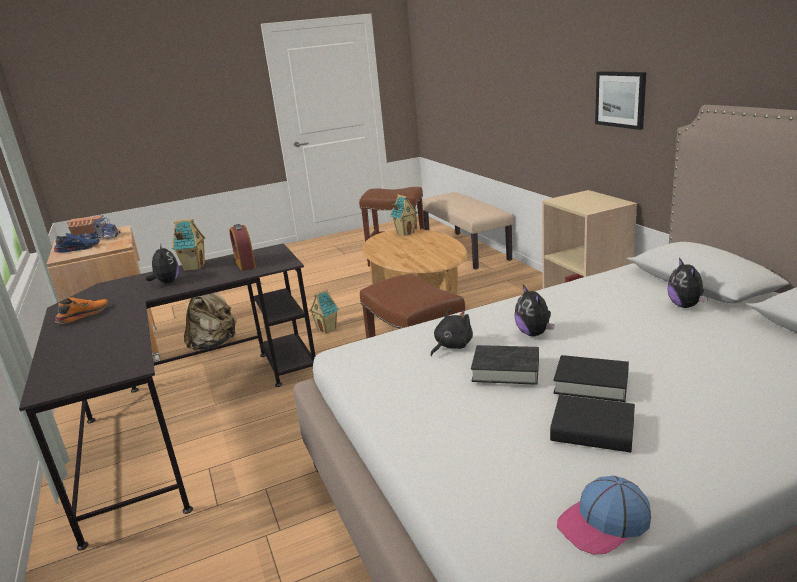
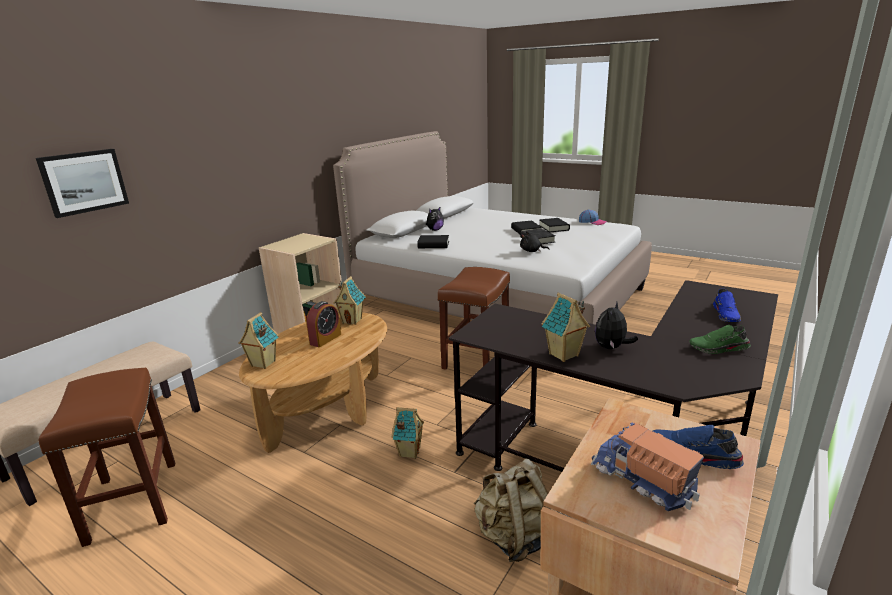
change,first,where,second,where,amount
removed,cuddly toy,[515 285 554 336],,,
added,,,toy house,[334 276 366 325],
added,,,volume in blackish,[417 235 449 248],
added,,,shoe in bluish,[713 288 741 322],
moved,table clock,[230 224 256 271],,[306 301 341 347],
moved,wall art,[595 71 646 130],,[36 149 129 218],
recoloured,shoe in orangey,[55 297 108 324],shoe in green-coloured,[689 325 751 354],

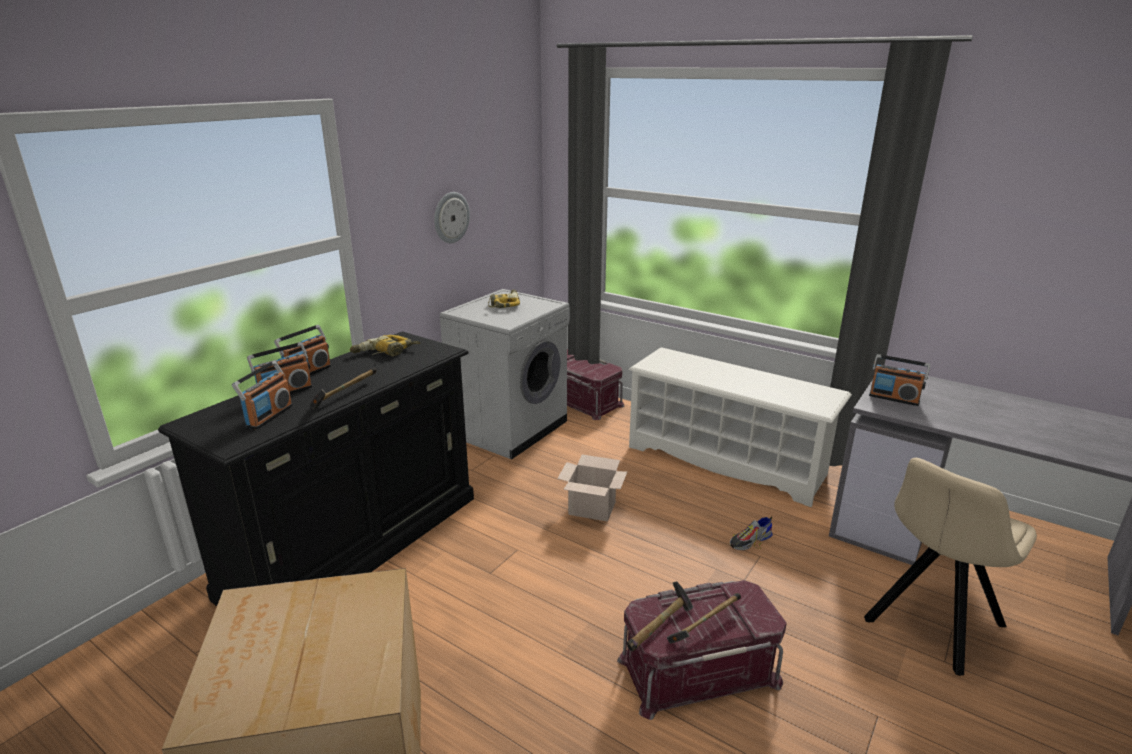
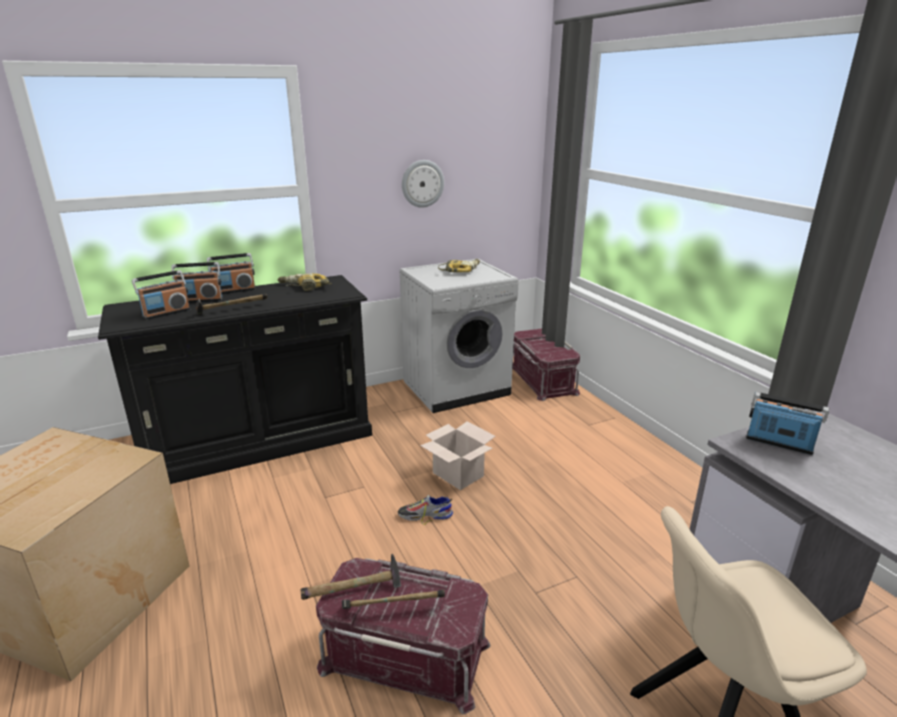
change,first,where,second,where,amount
removed,shoe rack in white-coloured,[628 347 852 507],,,
moved,shoe,[730 517 773 550],,[398 495 453 525],
turned,radio receiver,[869 354 930 406],,[746 392 830 455],150 degrees clockwise

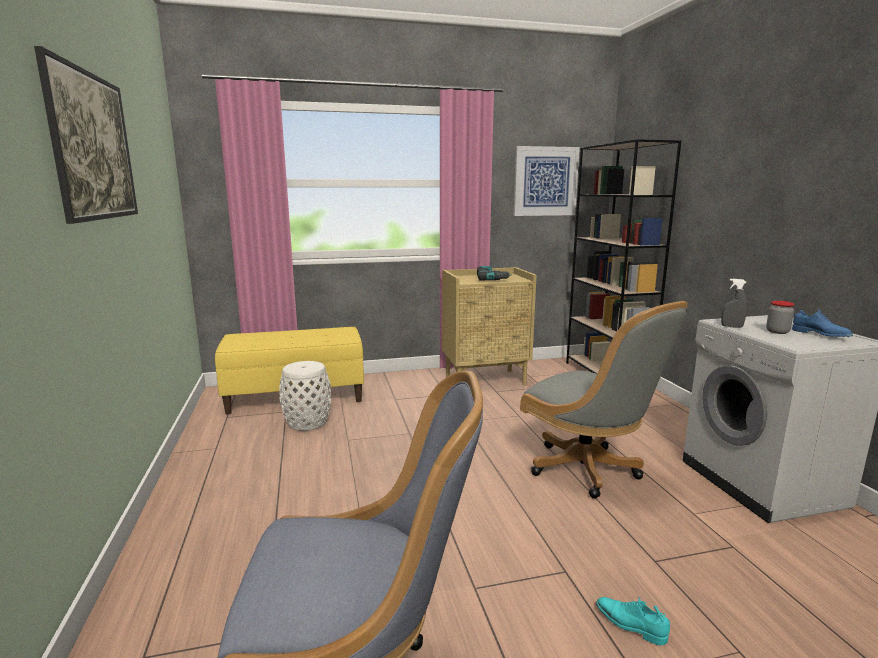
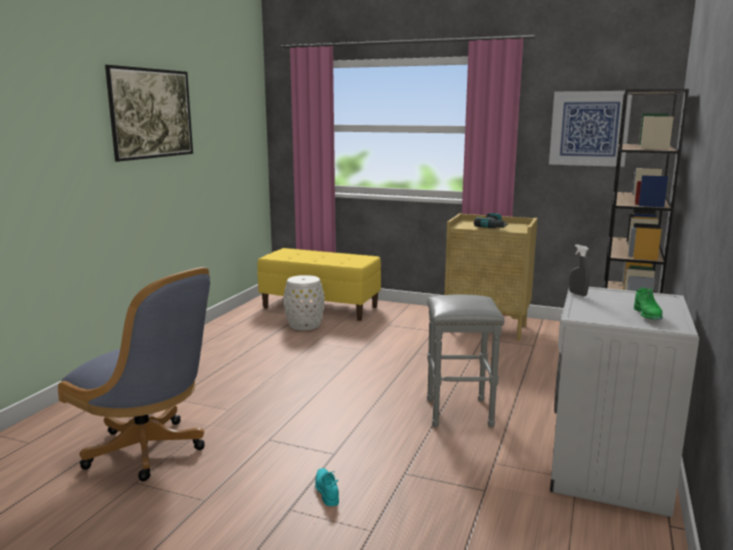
change,first,where,second,where,amount
removed,storage jar,[766 301 794 334],,,
replaced,desk chair in greyish,[520 301 688 499],stool seat in greyish,[427 294 504 427],
recoloured,shoe in bluish,[792 309 853 337],shoe in green-coloured,[634 287 663 320],

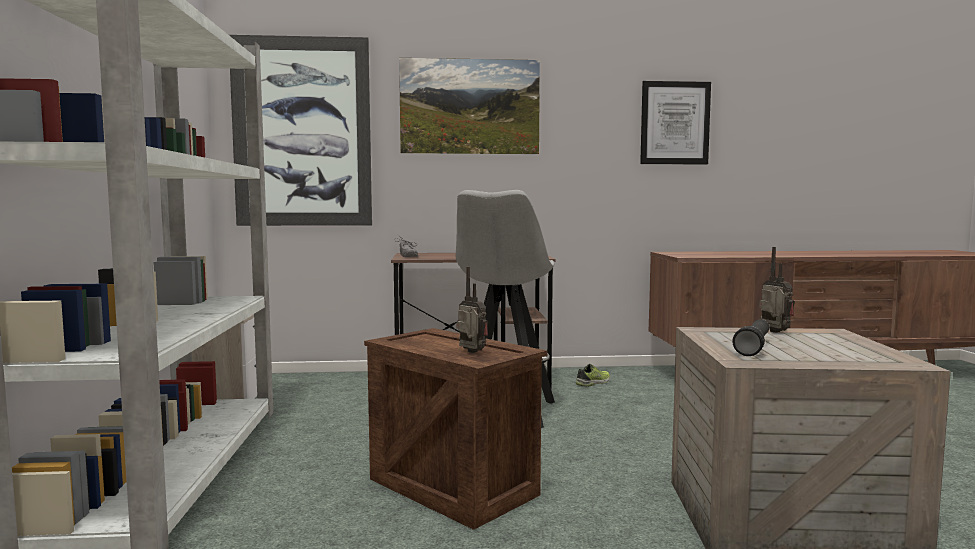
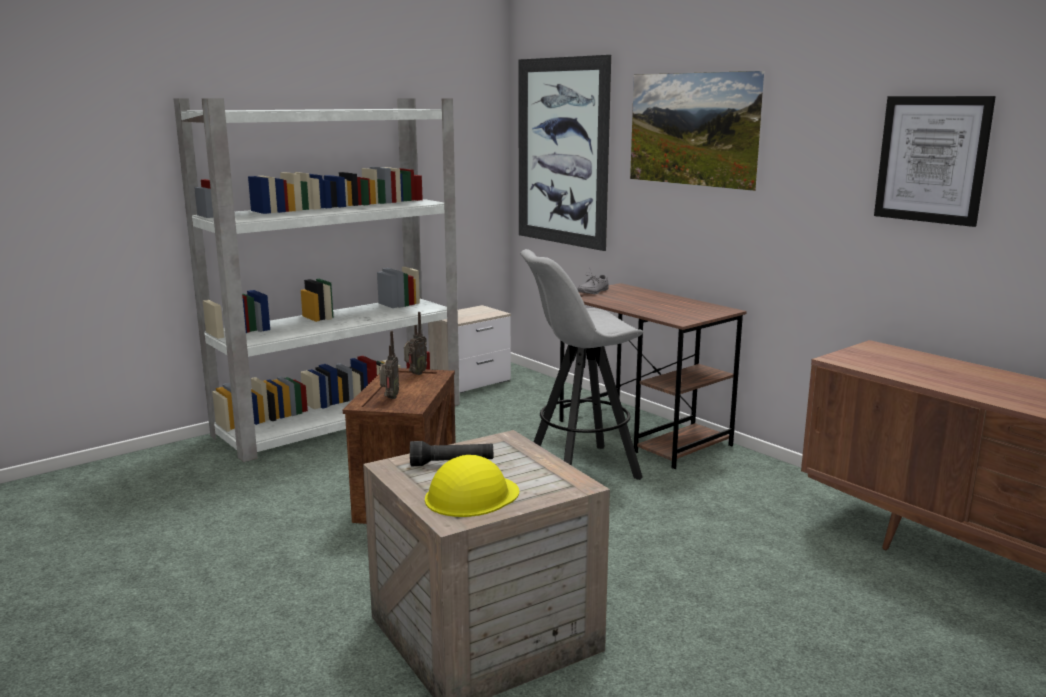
change,first,where,second,where,amount
removed,shoe,[576 364 610 387],,,
added,,,hard hat in yellow-coloured,[425 455 519 517],
moved,radio receiver,[759 247 795 333],,[404 312 427 375],

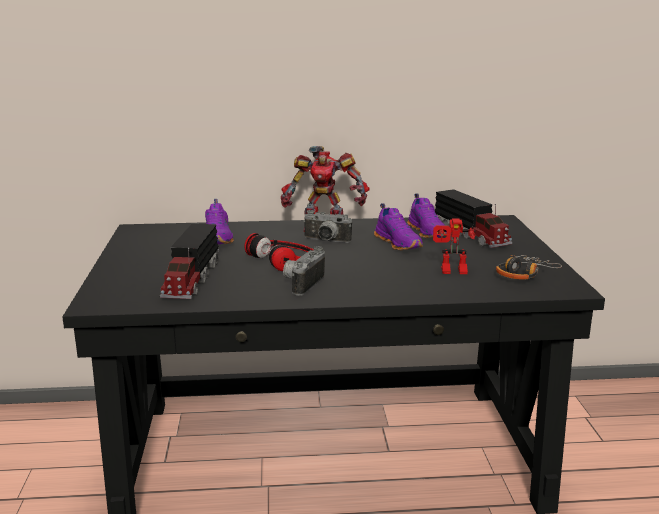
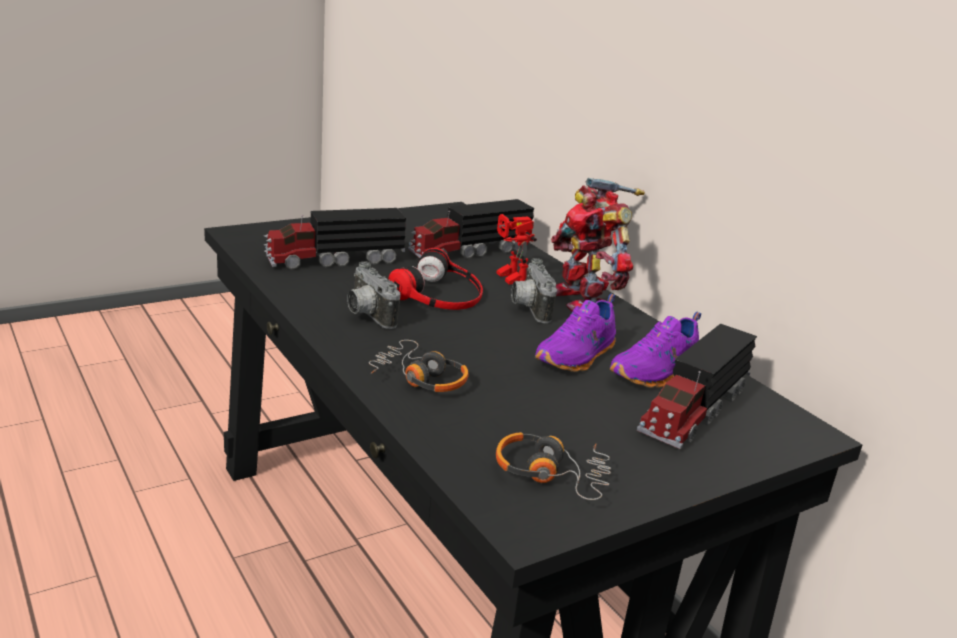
change,first,where,second,where,amount
added,,,pair of headphones,[369 340 469 392],
moved,model robot,[433 218 476 274],,[497 214 537 285],
replaced,shoe in purple-coloured,[205 199 234 244],toy lorry,[408 199 534 259],
turned,photo camera,[283 246 325 296],,[347 261 401 329],120 degrees counterclockwise

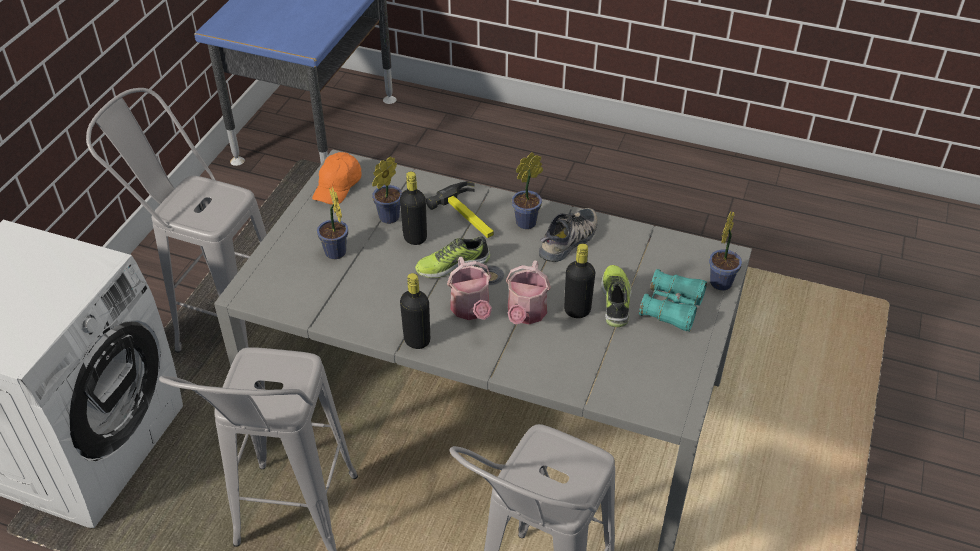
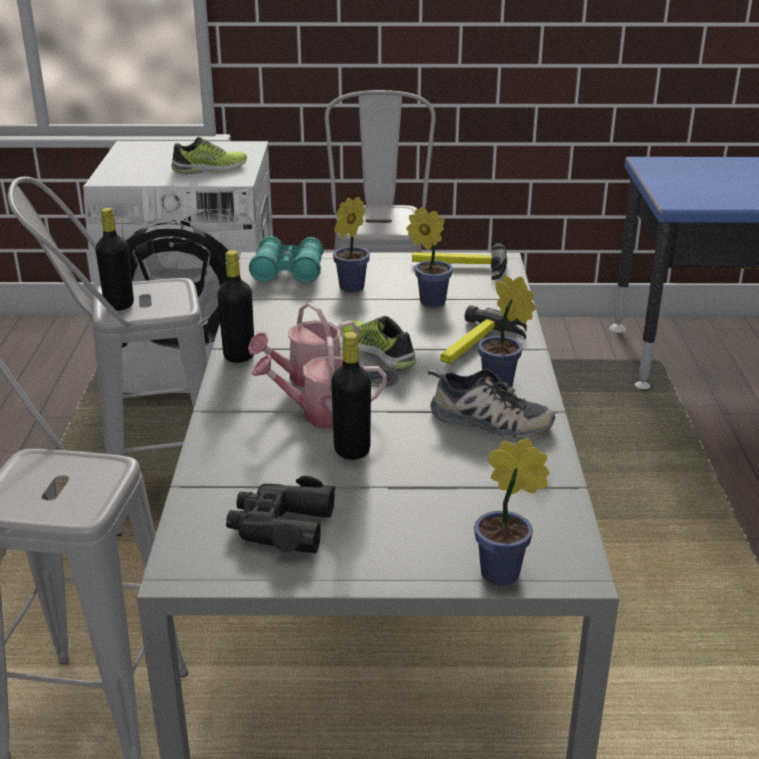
change,first,where,second,where,amount
added,,,binoculars in blackish,[226 476 336 553],
moved,beverage bottle in blackish,[400 172 427 245],,[95 208 134 311],
moved,shoe,[601 265 631 327],,[171 137 247 174],
moved,binoculars in blue-green,[639 269 707 331],,[249 236 324 283],
replaced,peaked cap in orangey,[312 152 361 205],hand hammer,[412 243 507 280],

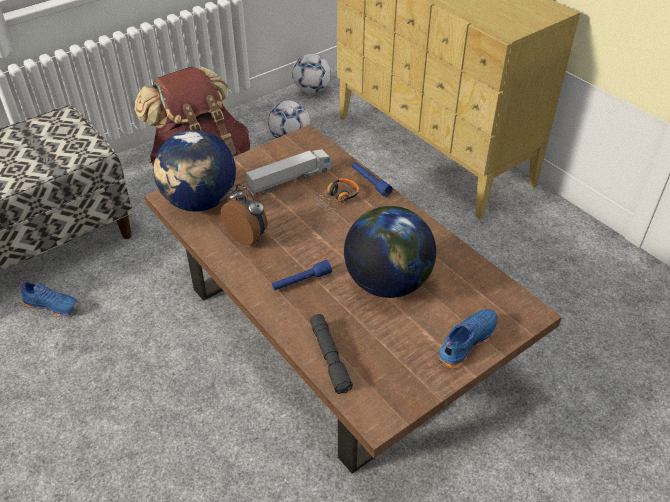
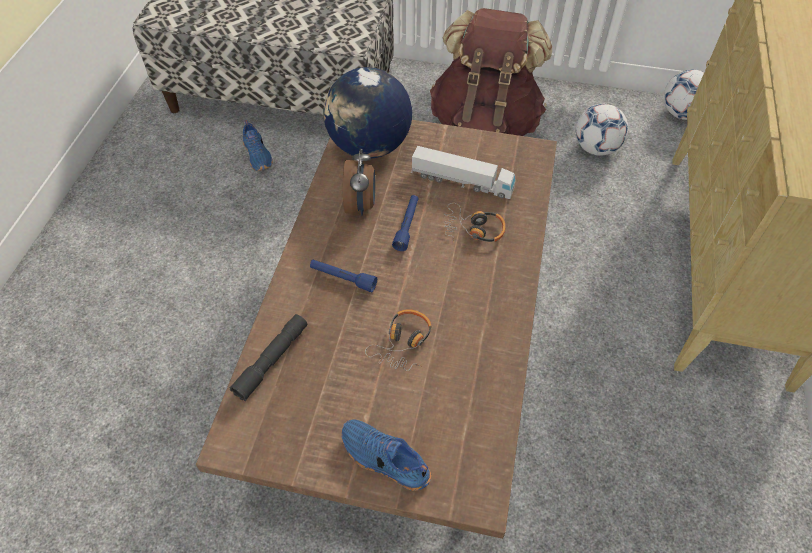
change,first,where,second,where,amount
moved,flashlight in bluish,[352 162 393 197],,[392 195 419 251],
replaced,world globe,[344 206 436 298],pair of headphones,[365 309 432 371],
turned,shoe in bluish,[438 309 498 369],,[342 419 431 491],150 degrees counterclockwise

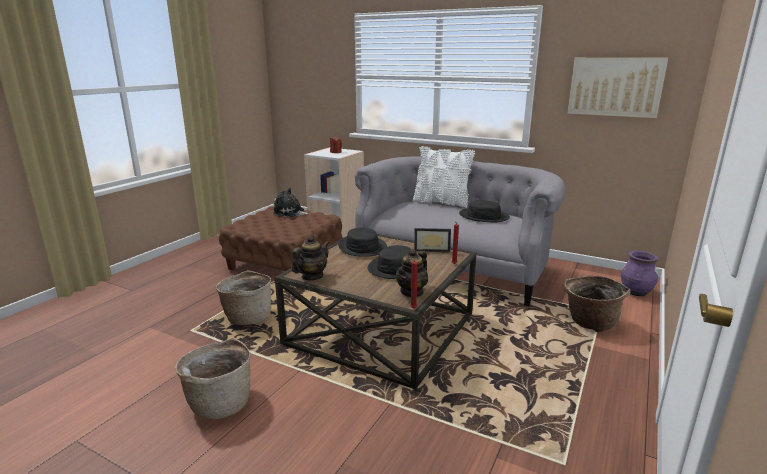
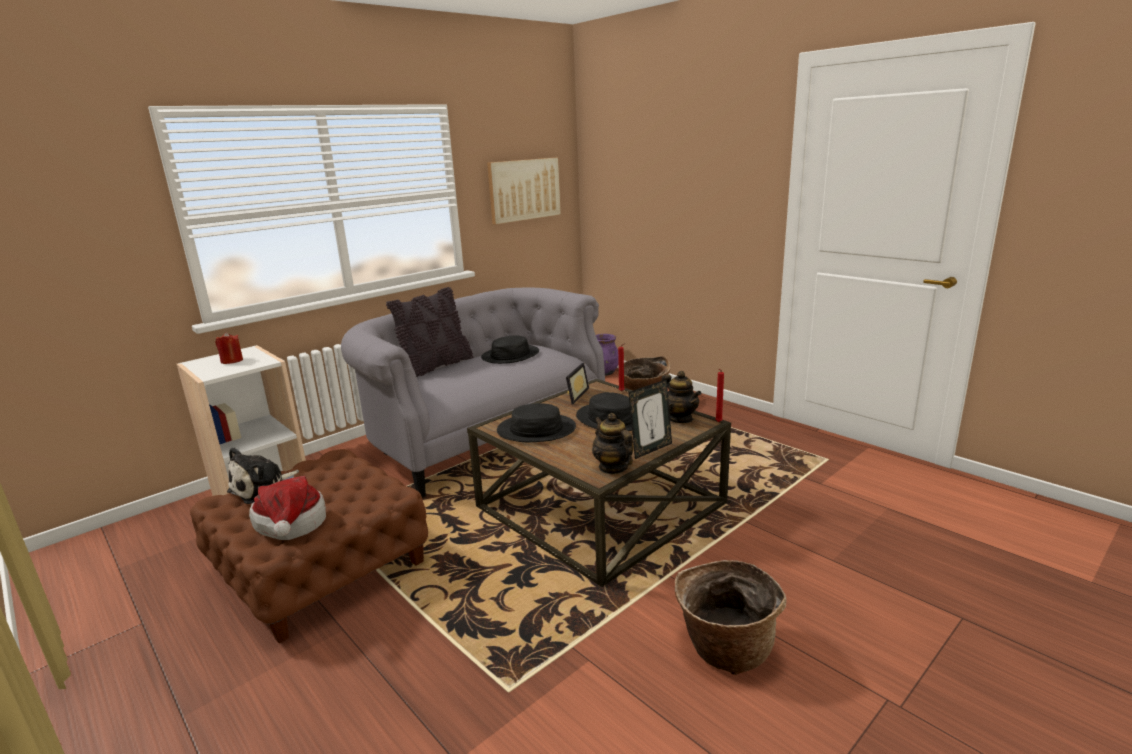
change,first,where,second,where,amount
removed,household basket,[216 270 271 325],,,
added,,,wearable hat,[249 476 326 540],
added,,,standing frame,[628 379 672 459],
recoloured,pillow in white-coloured,[412 146 475 208],pillow in blackish,[386 287 473 377],

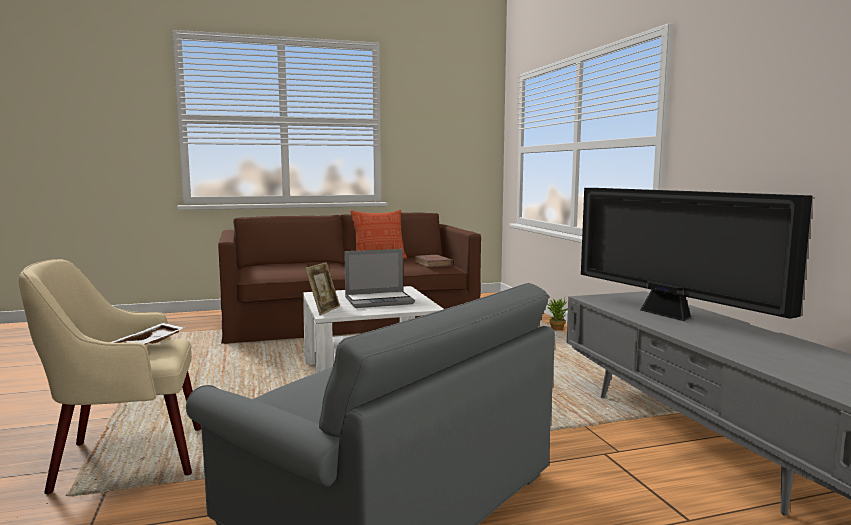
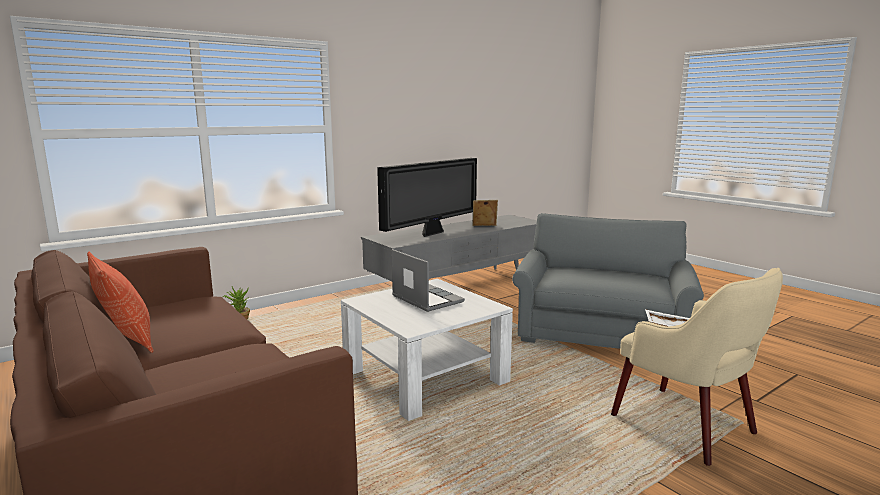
change,first,where,second,where,amount
removed,volume in brown-coloured,[414 255 453 267],,,
moved,standing frame,[305 262 340 316],,[472 200 498 226],

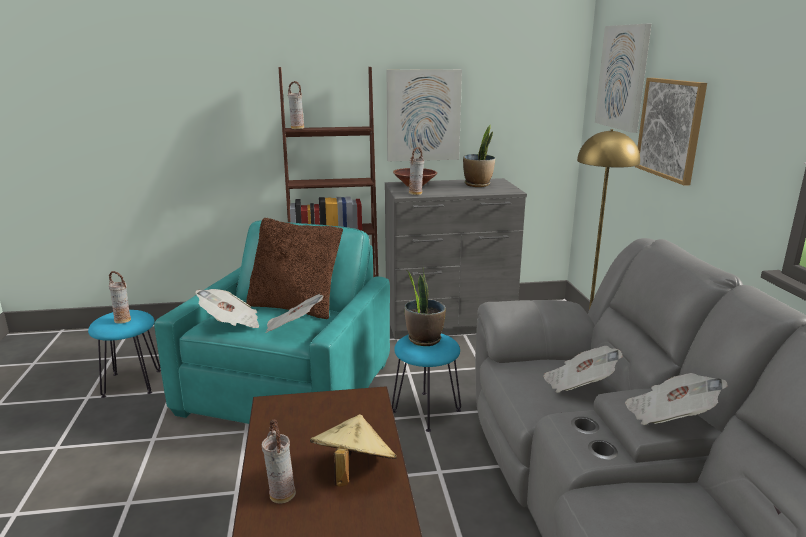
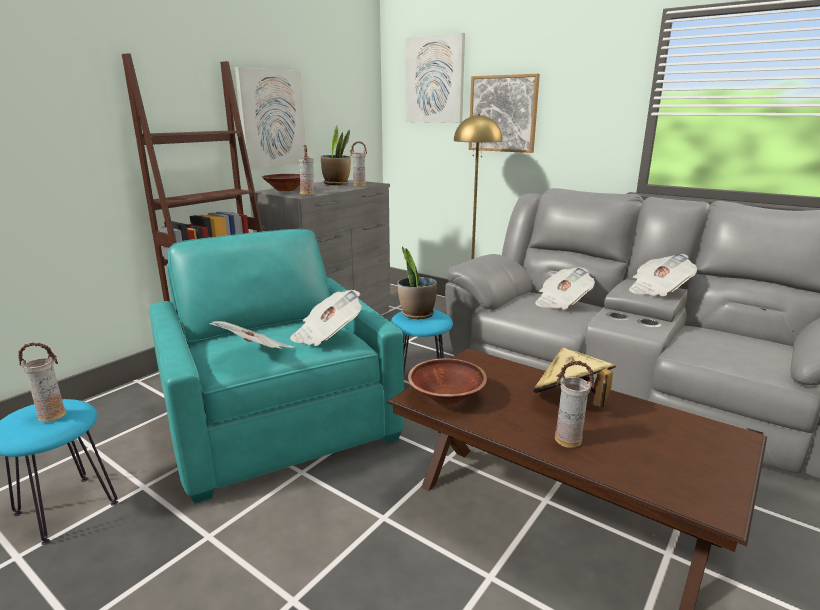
change,first,where,second,where,amount
removed,pillow in brown-coloured,[246 218 343 319],,,
added,,,bowl in brown-coloured,[408 358 487 405],
moved,vase,[288 81 304 129],,[350 141 367 186],

